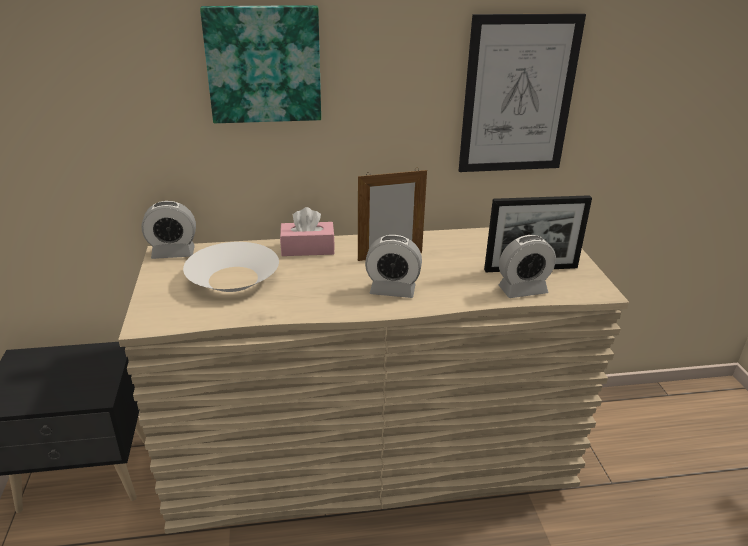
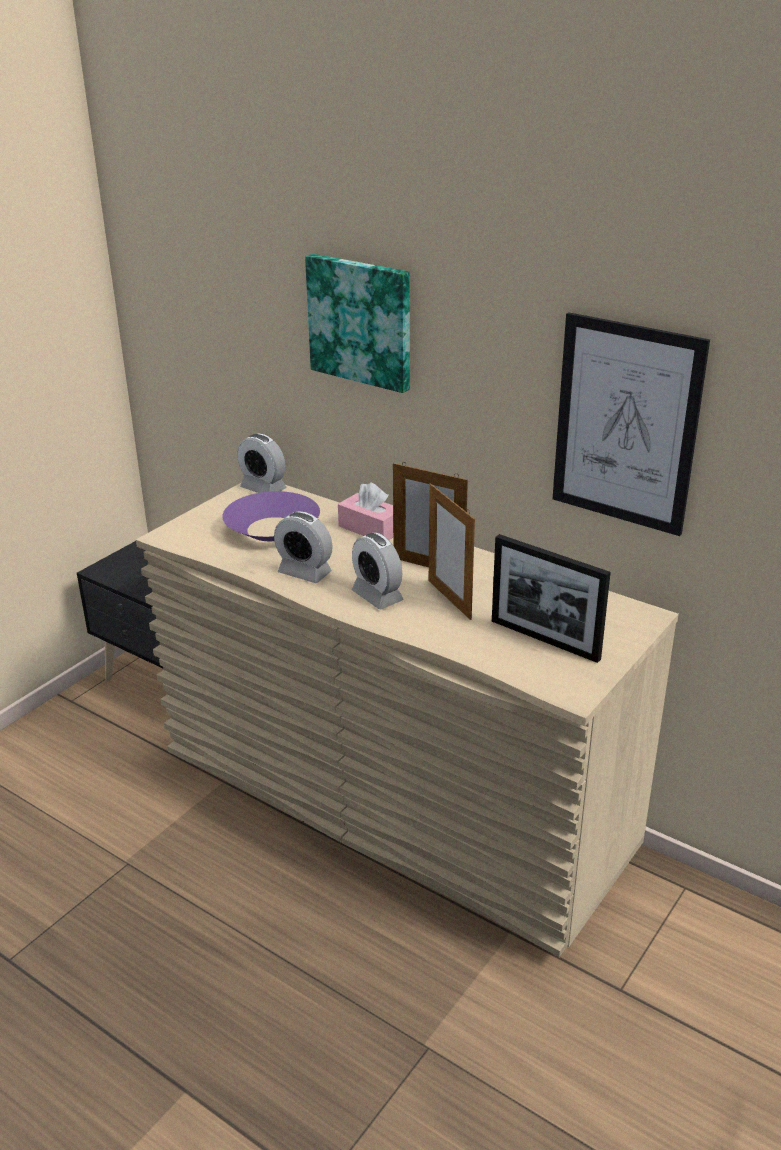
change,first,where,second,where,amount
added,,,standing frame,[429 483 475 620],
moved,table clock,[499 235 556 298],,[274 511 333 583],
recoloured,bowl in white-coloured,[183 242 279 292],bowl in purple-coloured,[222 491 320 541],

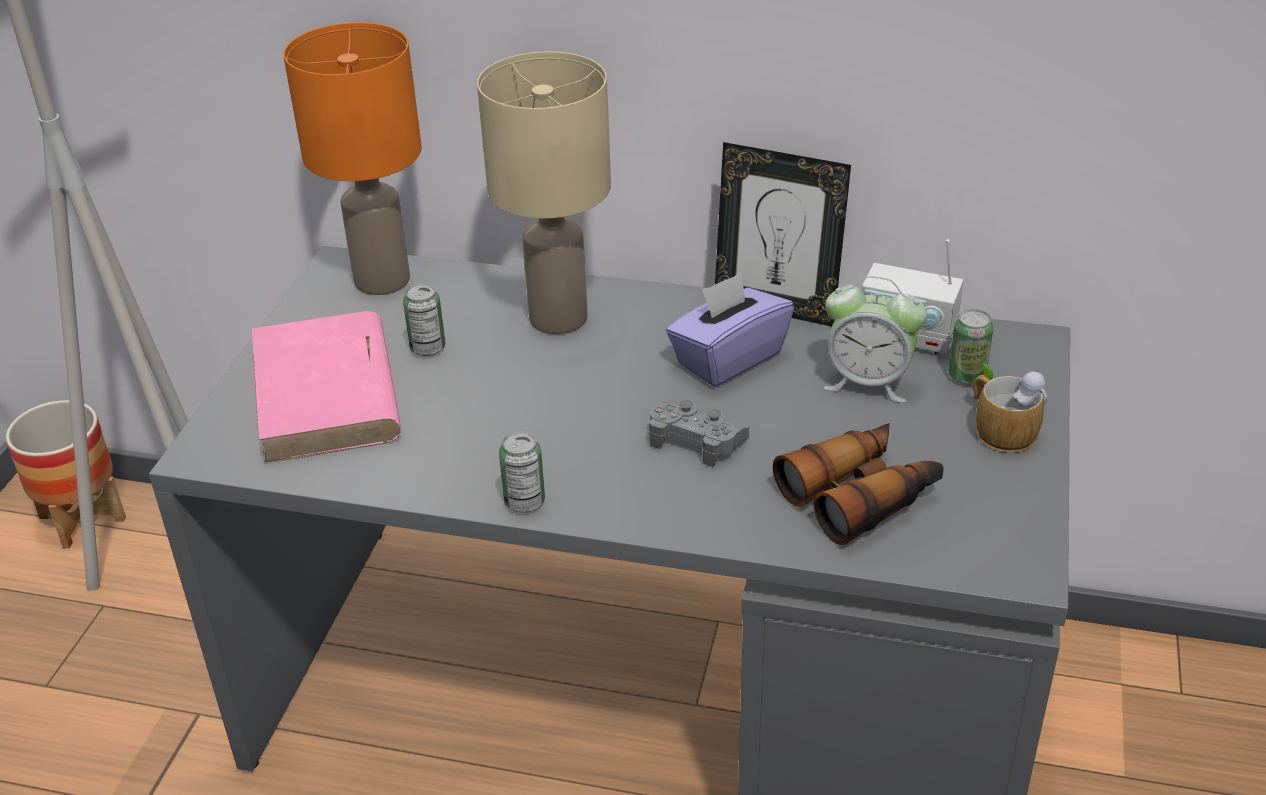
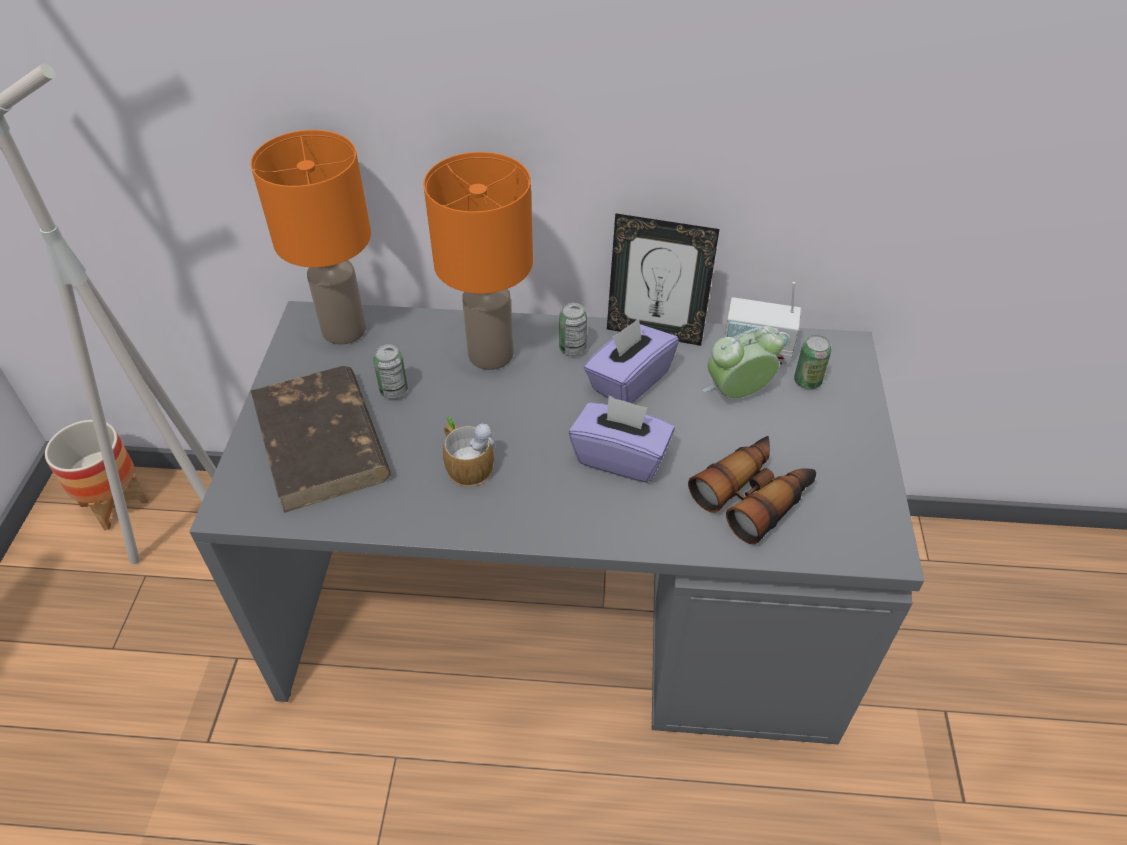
change,first,where,second,where,amount
moved,sealed can,[499 432 545 513],,[559 303 587 356],
moved,coffee mug,[973 363 1048 453],,[443 416 495 487],
replaced,game controller in greyish,[649 399 749 467],tissue holder in purple-coloured,[569 396 675 483],
recoloured,volume in pink-coloured,[252 311 401 464],volume in brown-coloured,[251 366 391 513],
recoloured,lamp for a table in beige,[477 51 611 334],lamp for a table in orangey,[423 152 533 370],
turned,table clock,[824 276 927 403],,[702 326 785 399],150 degrees clockwise

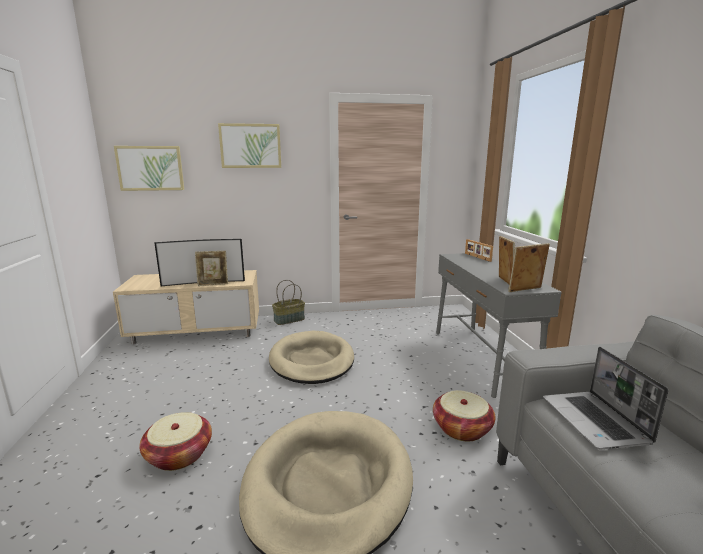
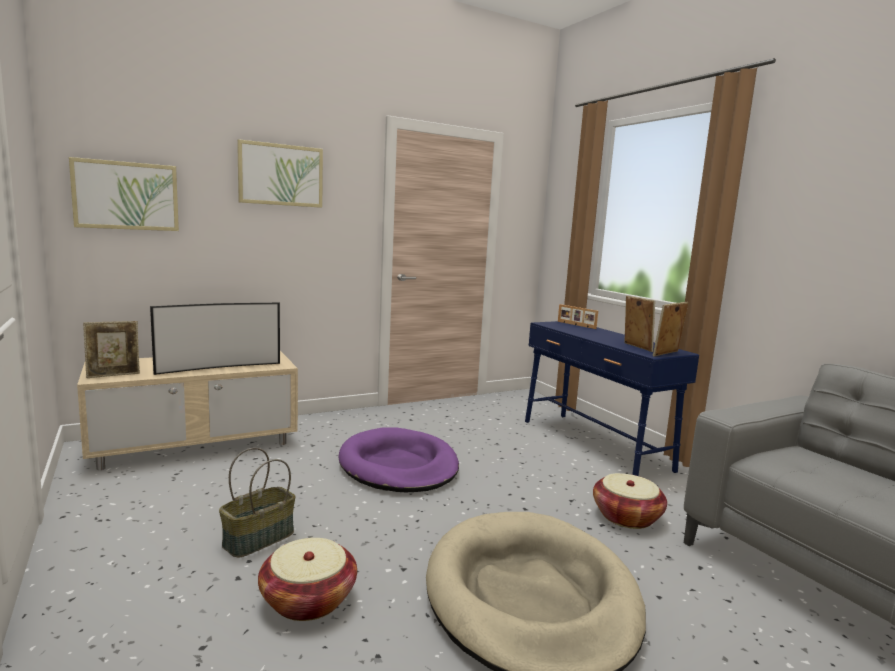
change,first,where,second,where,amount
removed,portable computer,[543 347 668 449],,,
moved,standing frame,[195 251 228 286],,[83 321 140 378],
moved,household basket,[272 280 305 325],,[219 448 296 557],
recoloured,pet bed in beige,[269 331 354 384],pet bed in purple-coloured,[338 427 459 492],
recoloured,narrow table in greyish,[436 253 561 398],narrow table in bluish,[525 321 699 476],

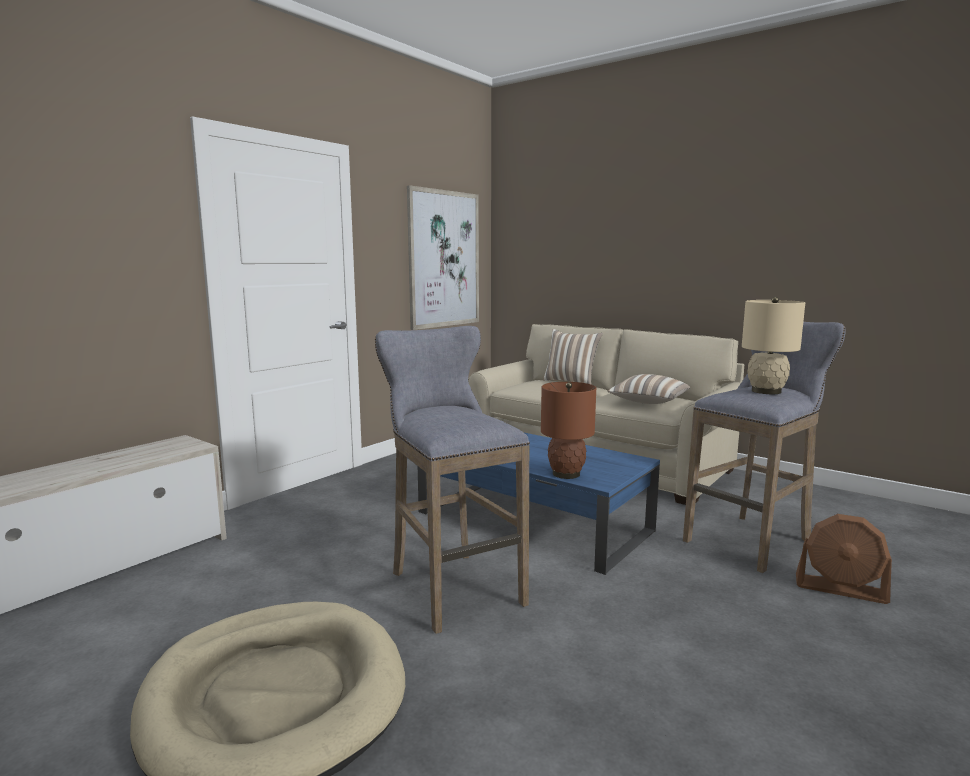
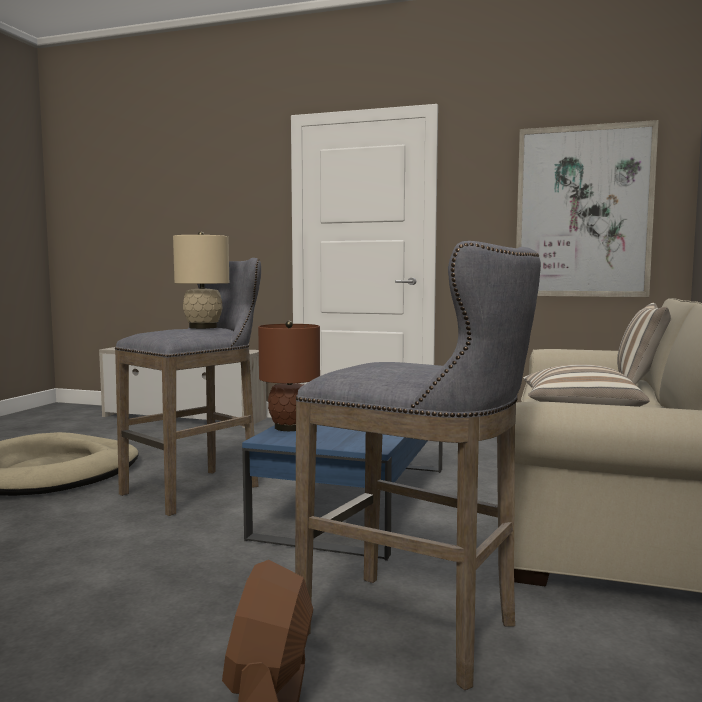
change,first,where,second,where,amount
moved,lamp for a table in beige,[742 297 805 394],,[173 232 229 329],

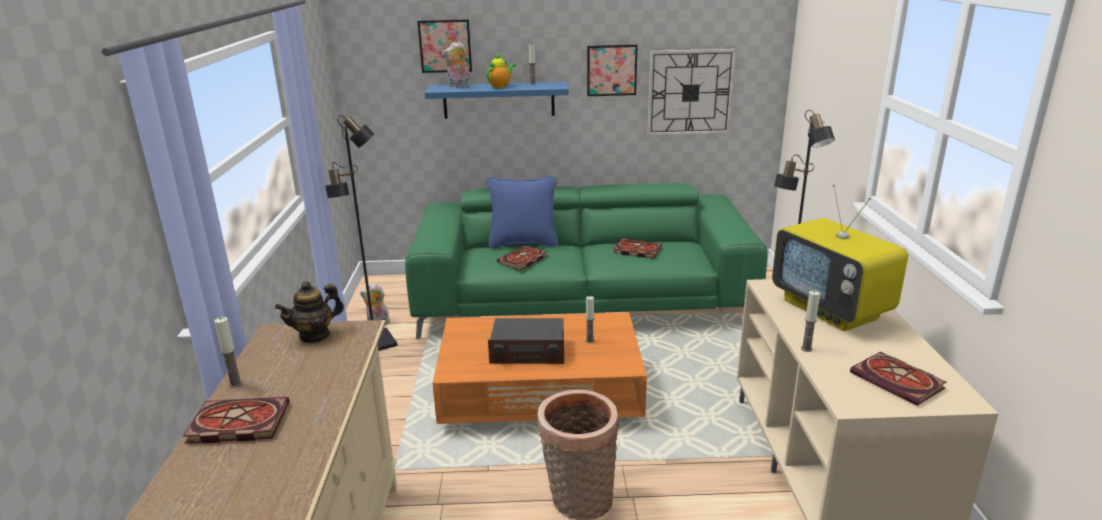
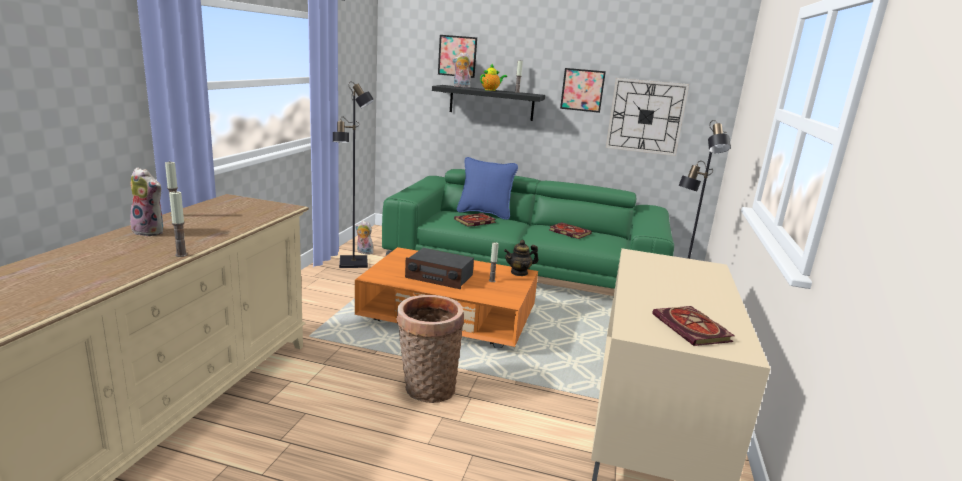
change,first,where,second,where,amount
removed,TV set,[772 184 908 331],,,
moved,pot for tea,[275 281 344 343],,[504 240 538 276],
moved,candle,[801 290 820 352],,[169 191 188 257],
replaced,volume,[183 397 289 444],cuddly toy,[130 167 163 237],
recoloured,shelf in bluish,[424 82 569 119],shelf in blackish,[432 85 545 121],

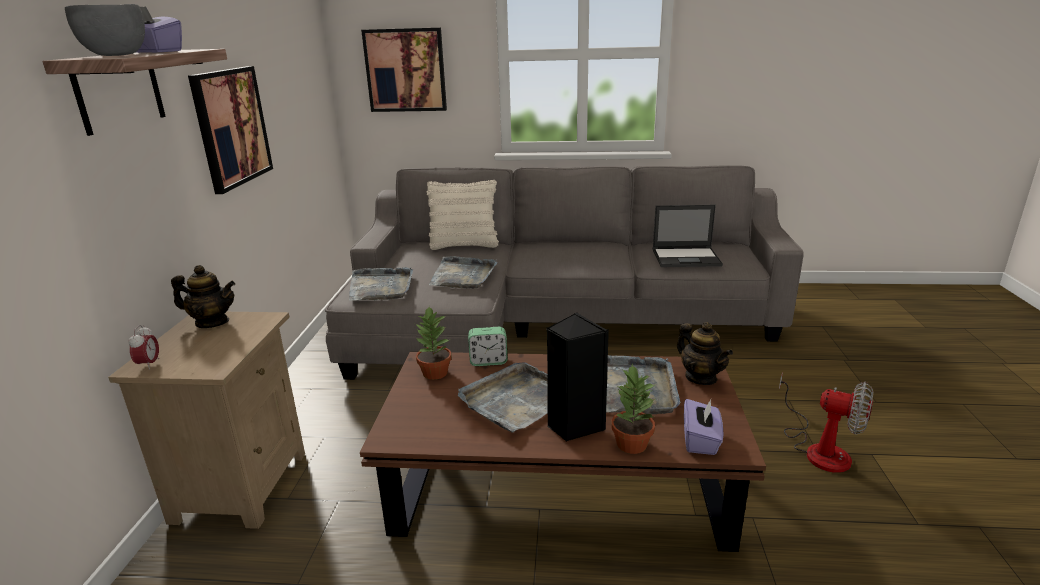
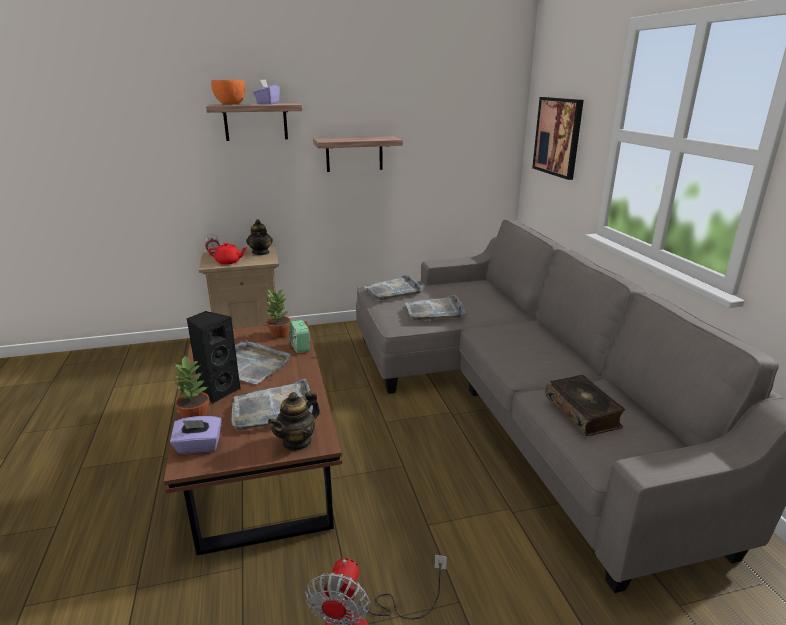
change,first,where,second,where,amount
removed,pillow in beige,[427 180 499 250],,,
added,,,pot for tea in red-coloured,[208 243 248 264],
replaced,wall art,[188 66 273 194],shelf,[313 136 403 172],
replaced,portable computer,[653 205 723 267],volume,[545 375 625 436],
recoloured,bowl in greyish,[65 4 145 56],bowl in orangey,[211 80 245 104],

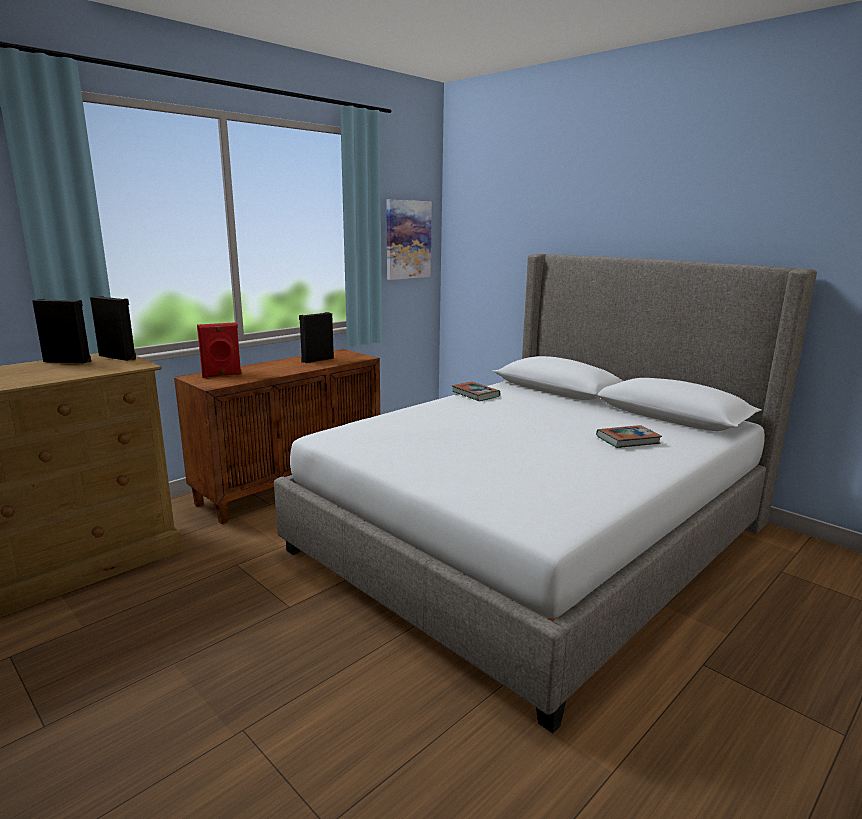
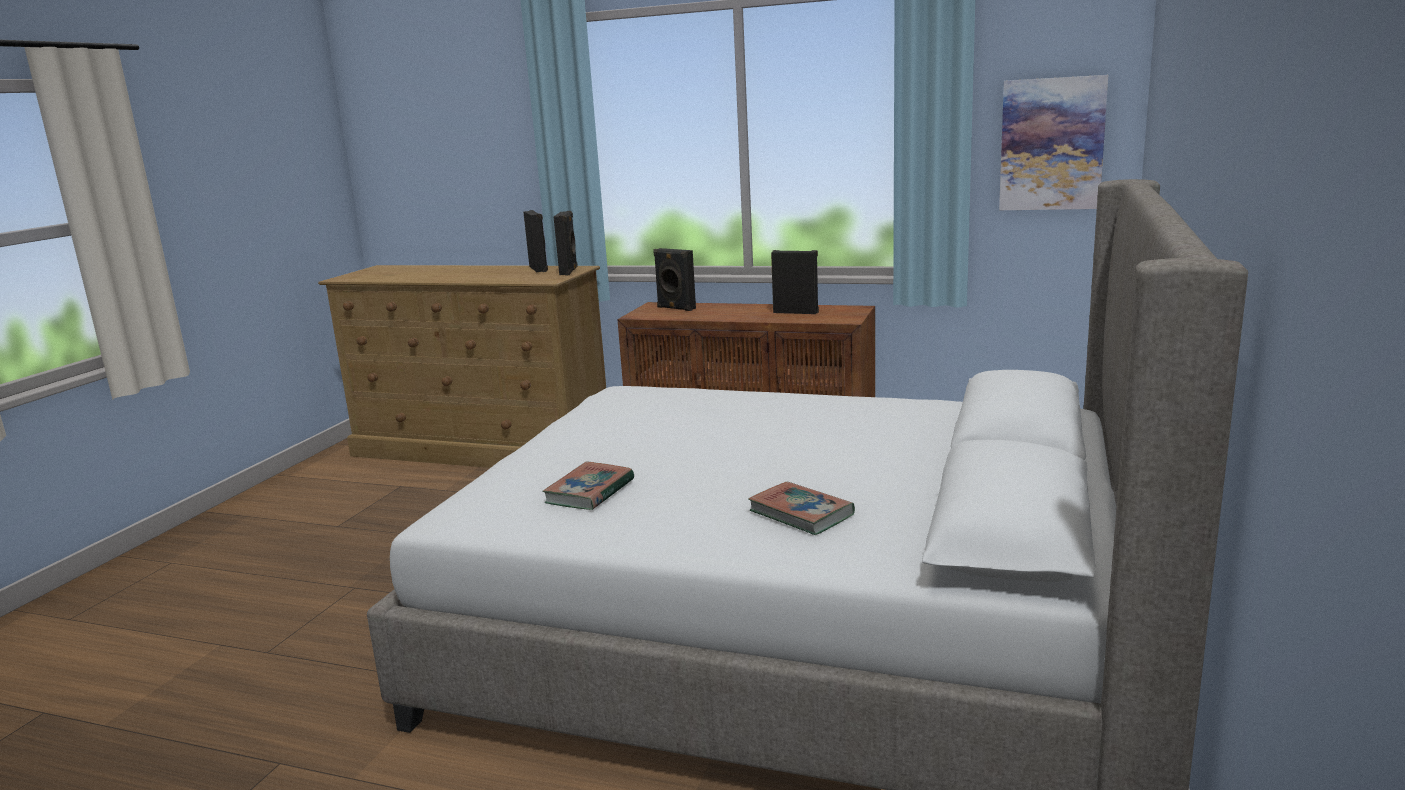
change,first,where,second,where,amount
moved,volume,[452 382 500 401],,[542 461 634 510],
recoloured,loudspeaker in red-coloured,[197 322 242 378],loudspeaker in blackish,[653 248 696 311],

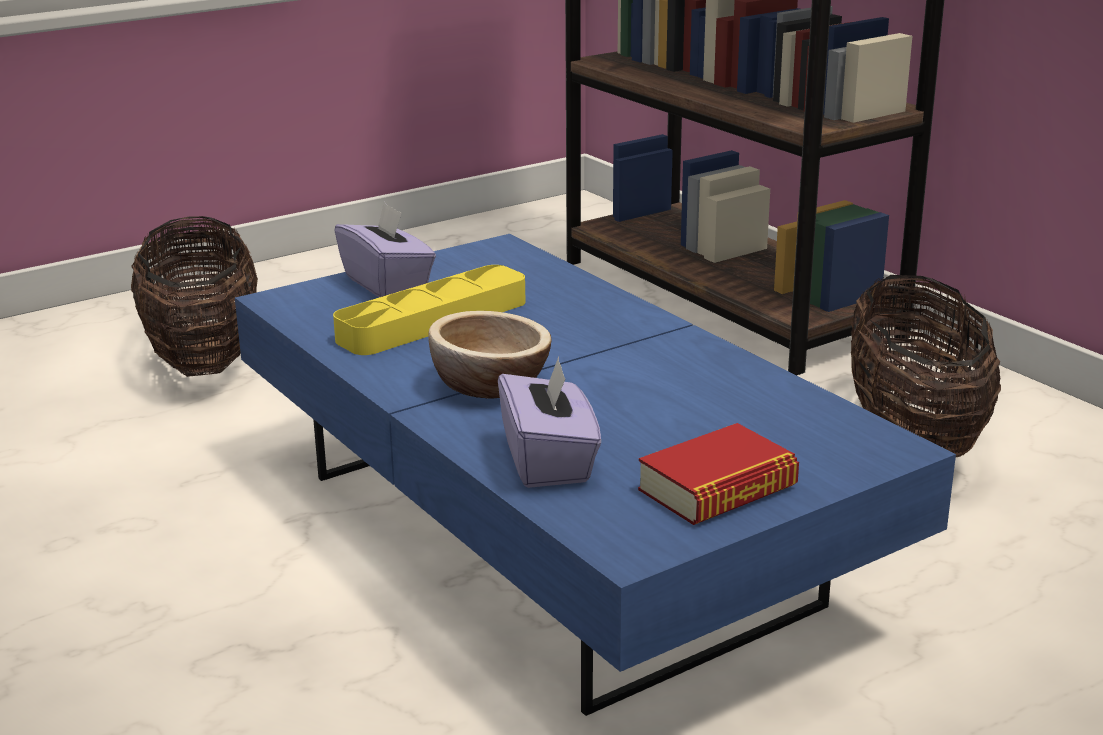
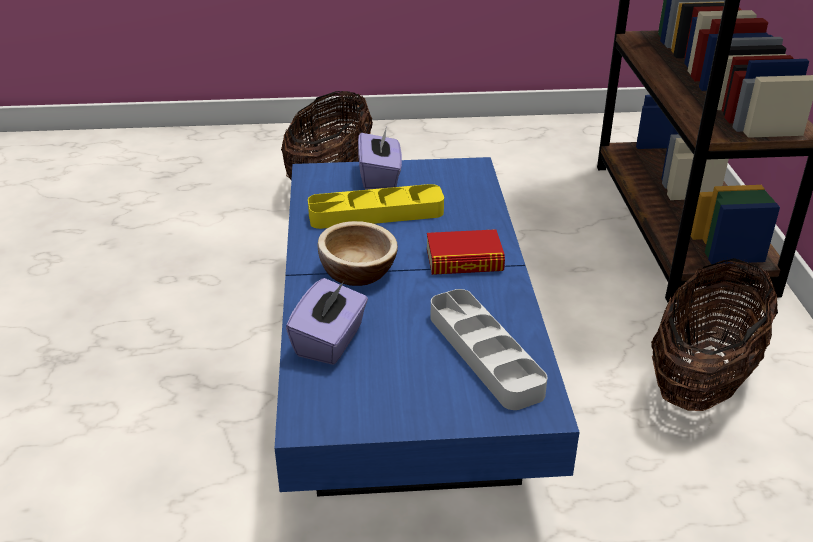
change,first,where,second,where,amount
added,,,tray in greyish,[430 289 547 410],
moved,volume,[638 423 799 525],,[427 229 505 275],

